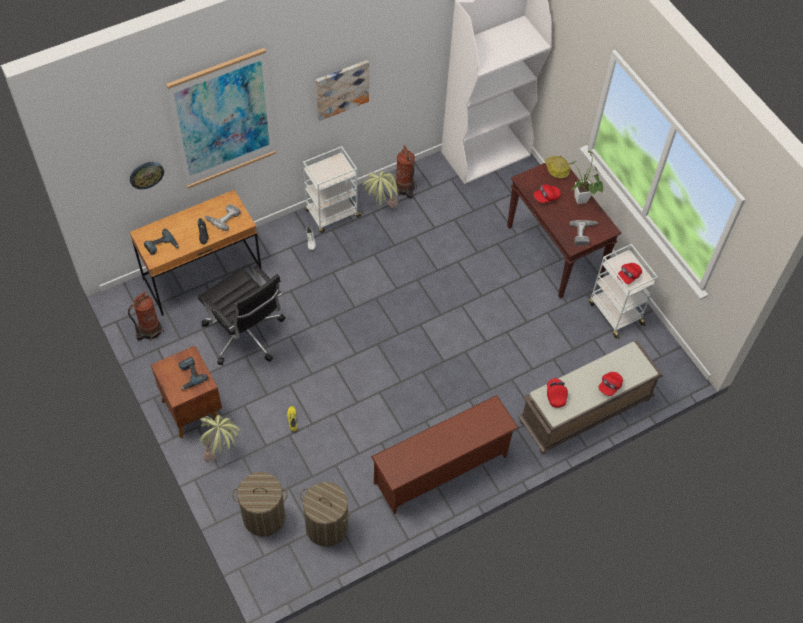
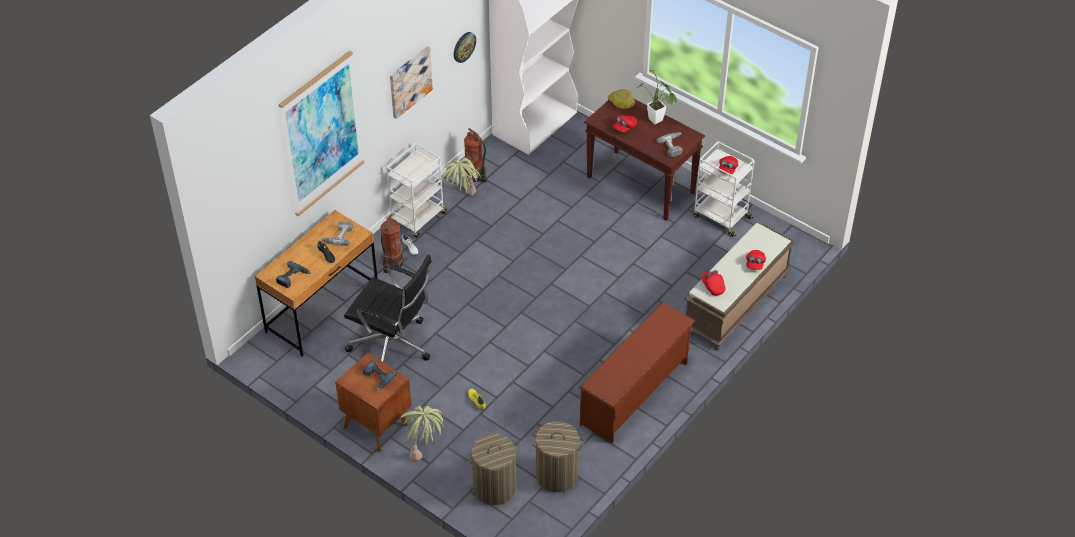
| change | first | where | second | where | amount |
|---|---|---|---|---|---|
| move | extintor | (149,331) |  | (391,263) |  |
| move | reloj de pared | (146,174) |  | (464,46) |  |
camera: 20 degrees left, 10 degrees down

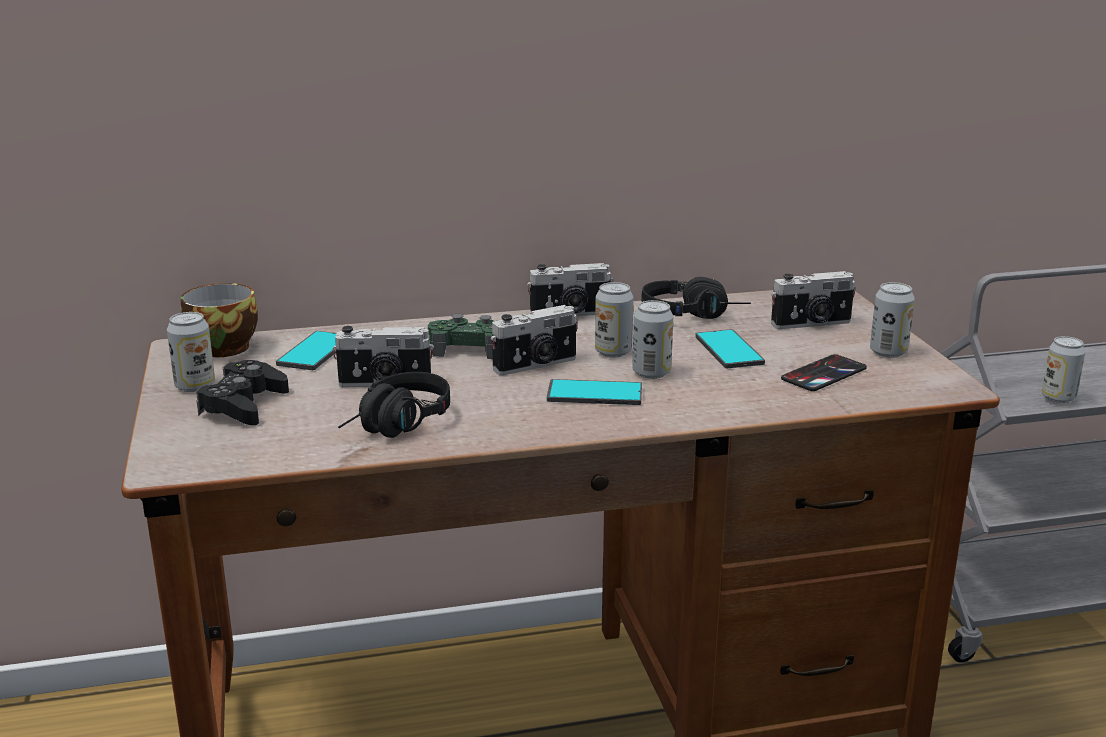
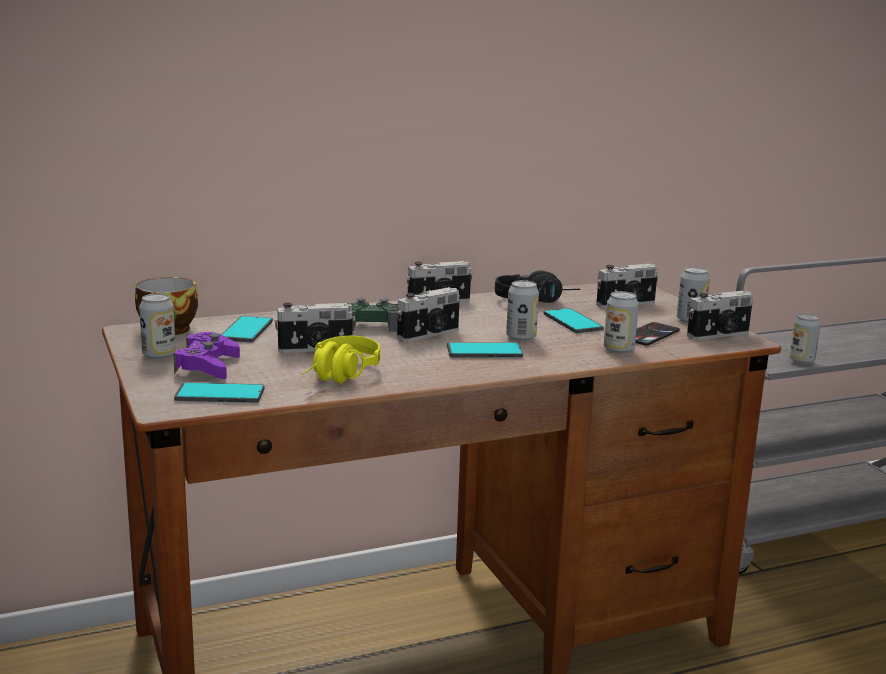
| change | first | where | second | where | amount |
|---|---|---|---|---|---|
| recolor | mando de consola/negro | (243,405) | mando de consola/morado | (207,366) |  |
| insert |  |  | móvil | (220,394) |  |
| recolor | auriculares/negro | (396,426) | auriculares/amarillo | (339,376) |  |
| move | lata | (613,352) |  | (618,349) |  |
| insert |  |  | cámara | (719,335) |  |
camera: 10 degrees left, 5 degrees down

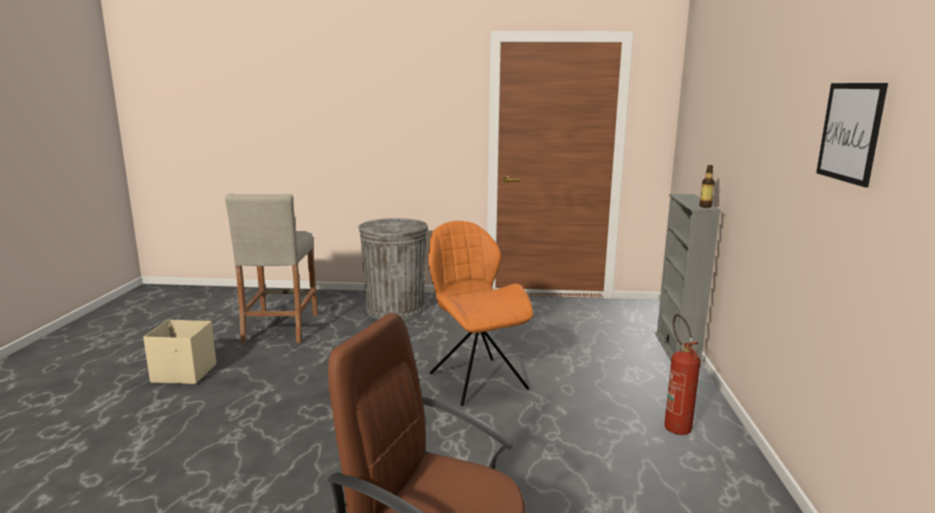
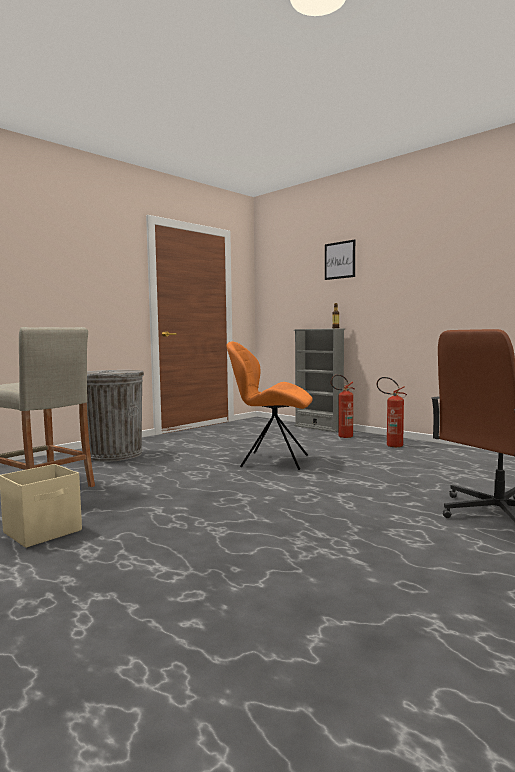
| change | first | where | second | where | amount |
|---|---|---|---|---|---|
| move | cuadro | (850,132) |  | (339,260) |  |
| insert |  |  | extintor | (342,437) |  |
camera: 50 degrees left, 10 degrees down

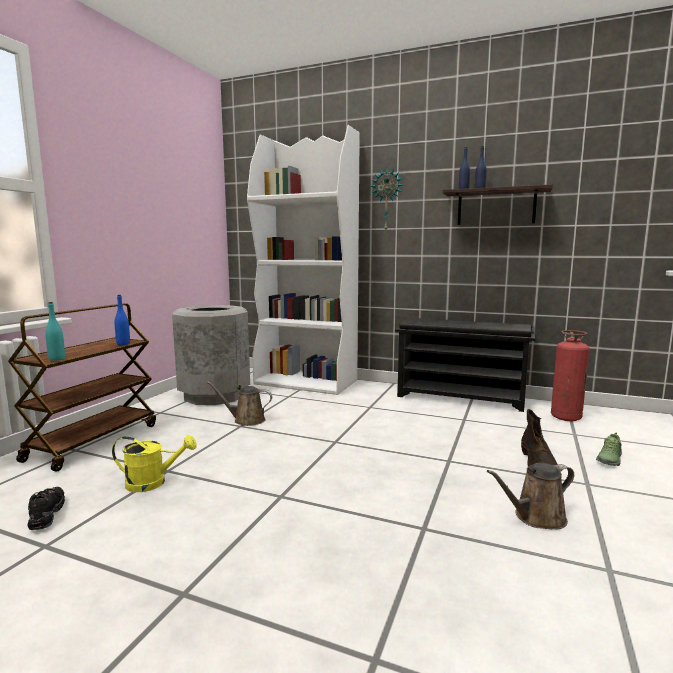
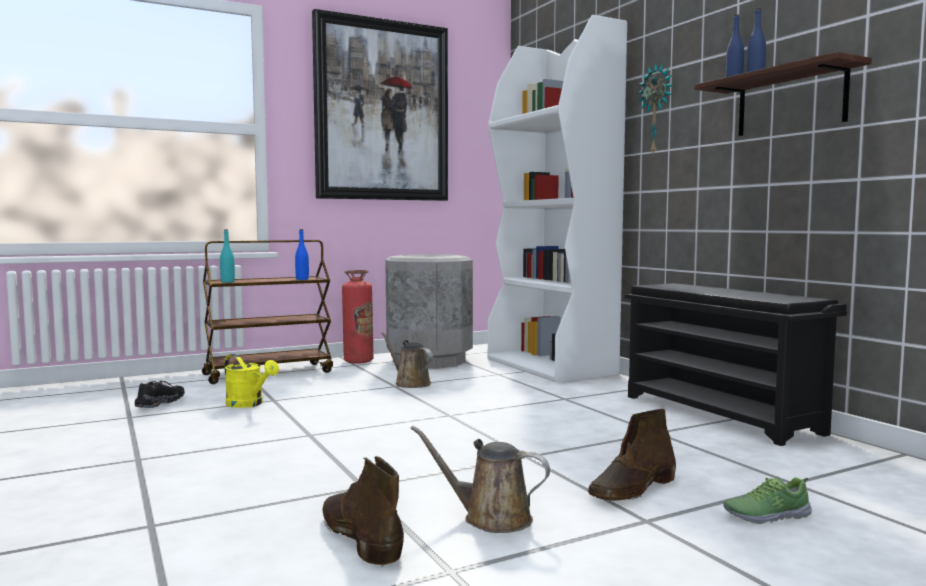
| change | first | where | second | where | amount |
|---|---|---|---|---|---|
| insert |  |  | cuadro | (382,111) |  |
| insert |  |  | bota/marrón | (359,536) |  |
| move | extintor | (565,417) |  | (358,361) |  |
camera: 40 degrees right, 5 degrees down

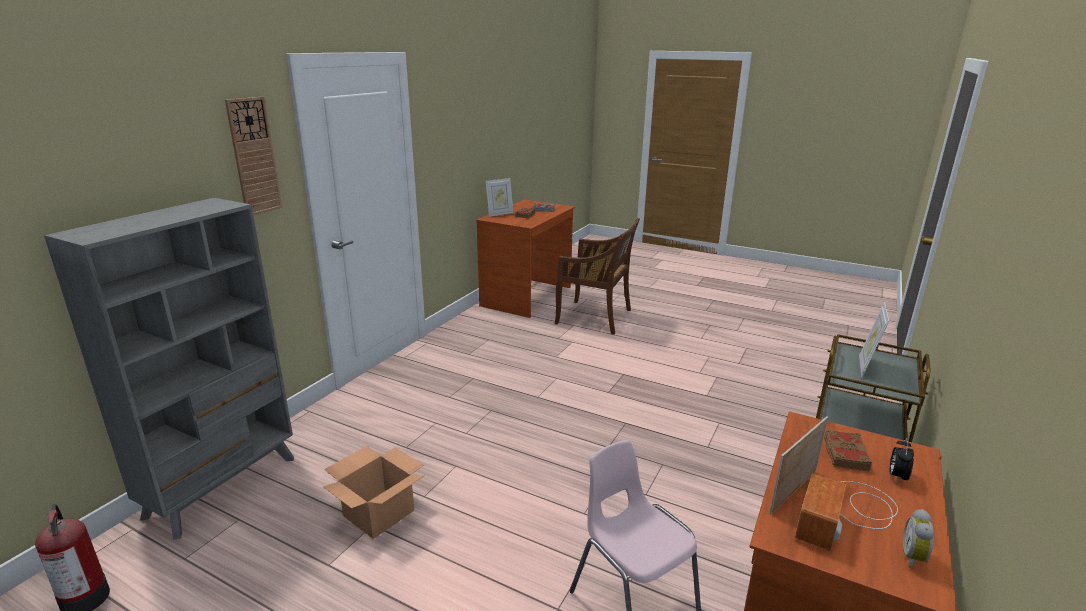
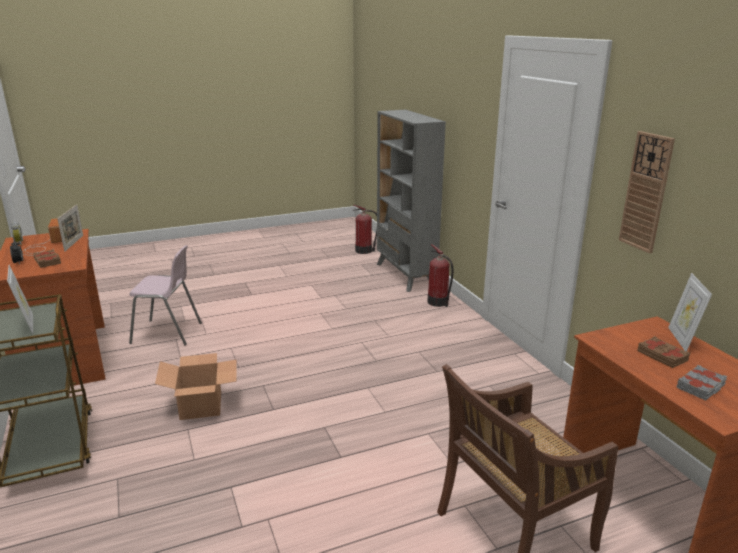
| change | first | where | second | where | amount |
|---|---|---|---|---|---|
| move | caja de cartón | (378,514) |  | (200,405) |  |
| insert |  |  | extintor | (438,302) |  |
| move | reloj de pared | (254,156) |  | (646,192) |  |
camera: 130 degrees right, 0 degrees up

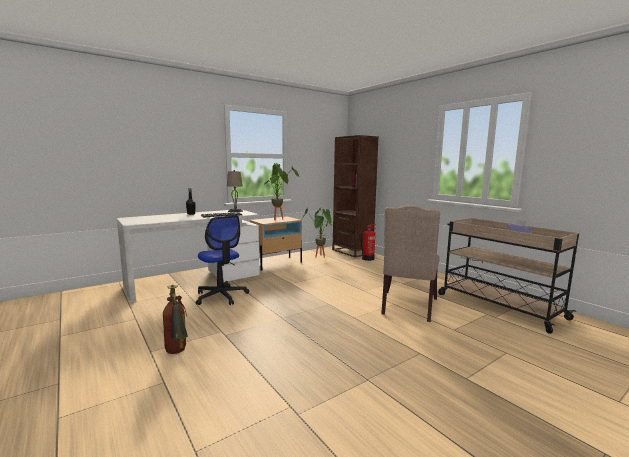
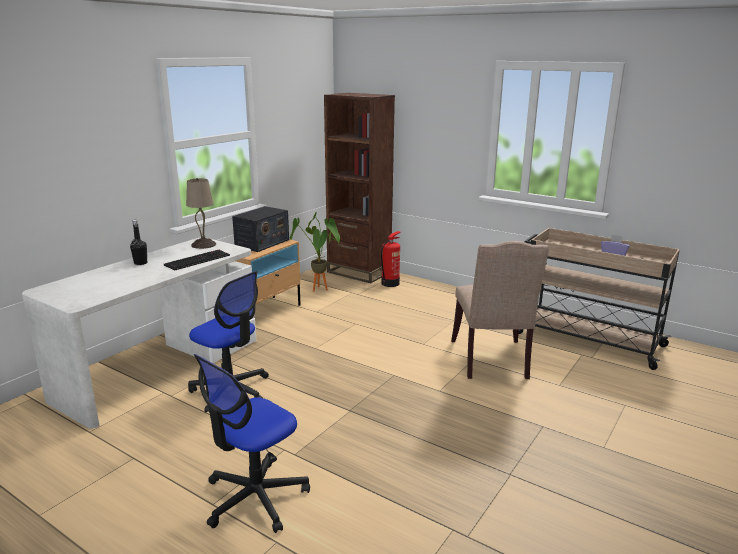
| change | first | where | second | where | amount |
|---|---|---|---|---|---|
| replace | extintor | (177,353) | silla de oficina | (255,498) |  |
| replace | planta en maceta | (279,219) | radio | (262,243) |  |
camera: 20 degrees left, 10 degrees up

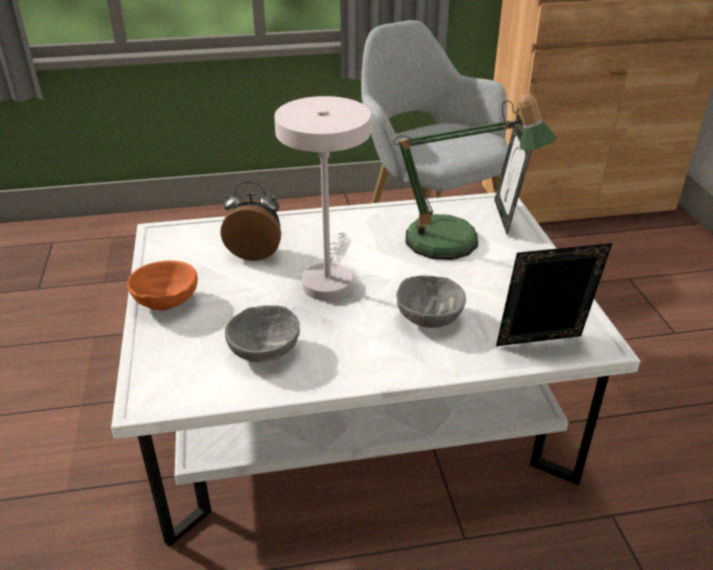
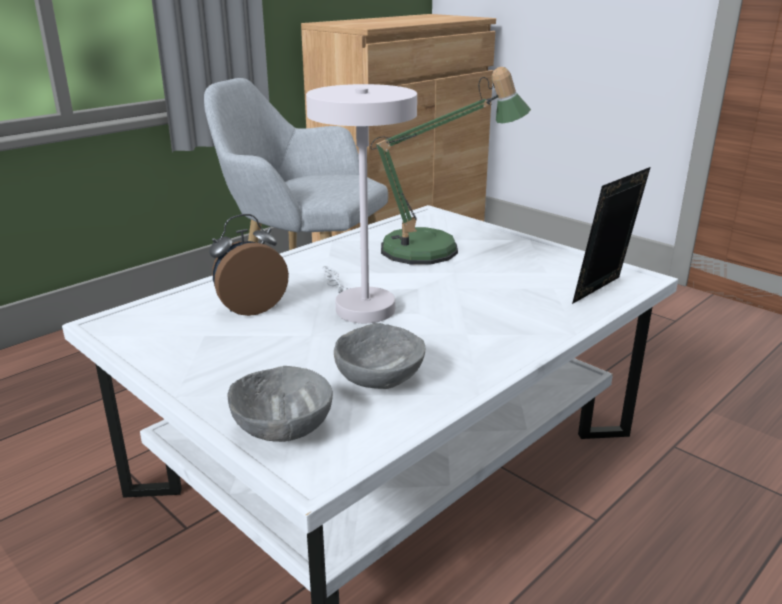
| change | first | where | second | where | amount |
|---|---|---|---|---|---|
| move | cuenco/gris | (428,317) |  | (282,428) |  |
| delete | cuenco/naranja | (166,301) |  |  |  |
| delete | portarretratos | (506,217) |  |  |  |
camera: 35 degrees left, 10 degrees down

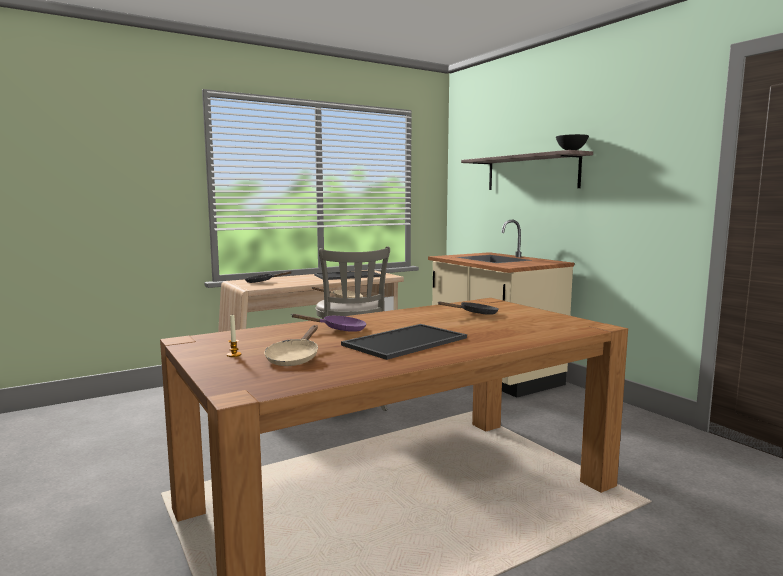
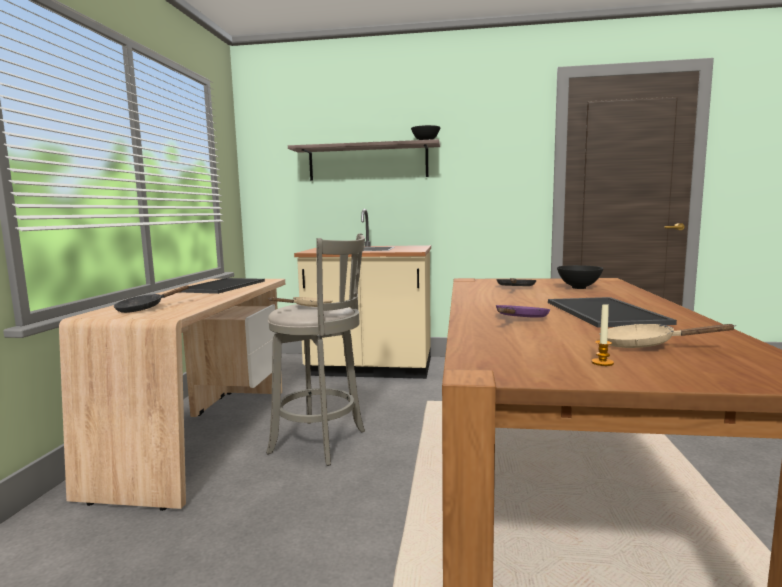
| change | first | where | second | where | amount |
|---|---|---|---|---|---|
| insert |  |  | cuenco/negro | (579,288) |  |
| rotate | sartén/beis | (294,358) |  | (644,345) | 150 degrees clockwise |
camera: 50 degrees left, 0 degrees up

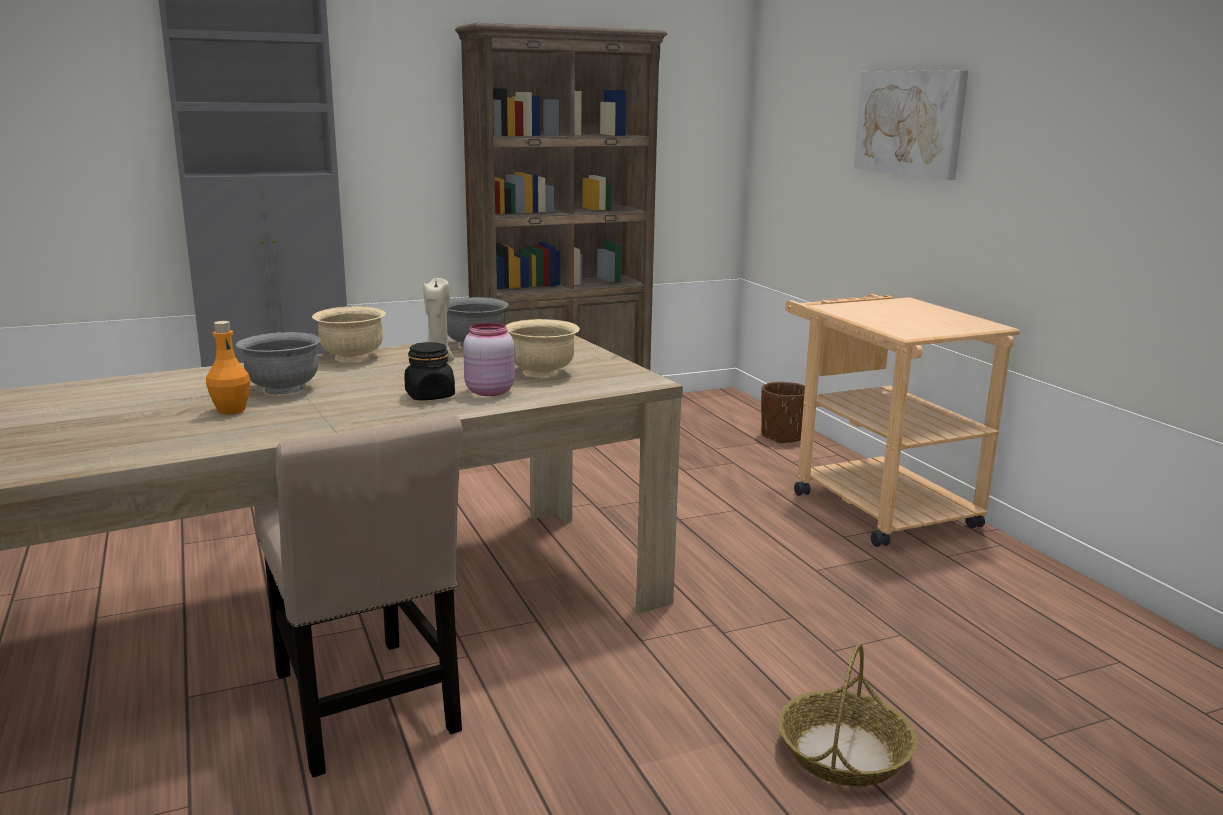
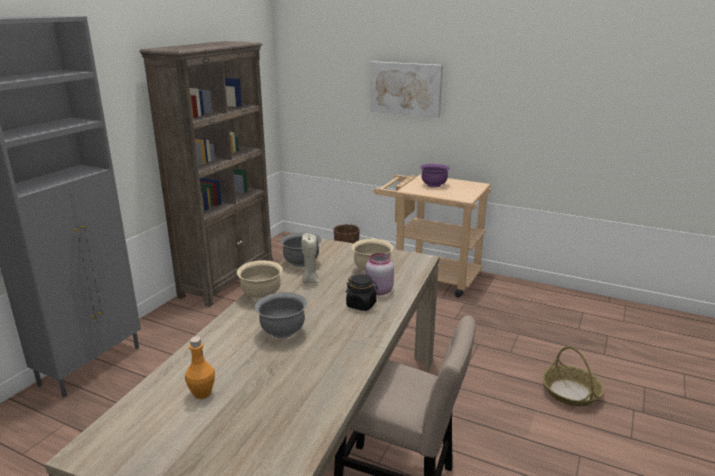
| change | first | where | second | where | amount |
|---|---|---|---|---|---|
| move | botella/naranja | (231,410) |  | (202,393) |  |
| insert |  |  | cuenco/morado | (434,185) |  |
camera: 40 degrees left, 5 degrees up

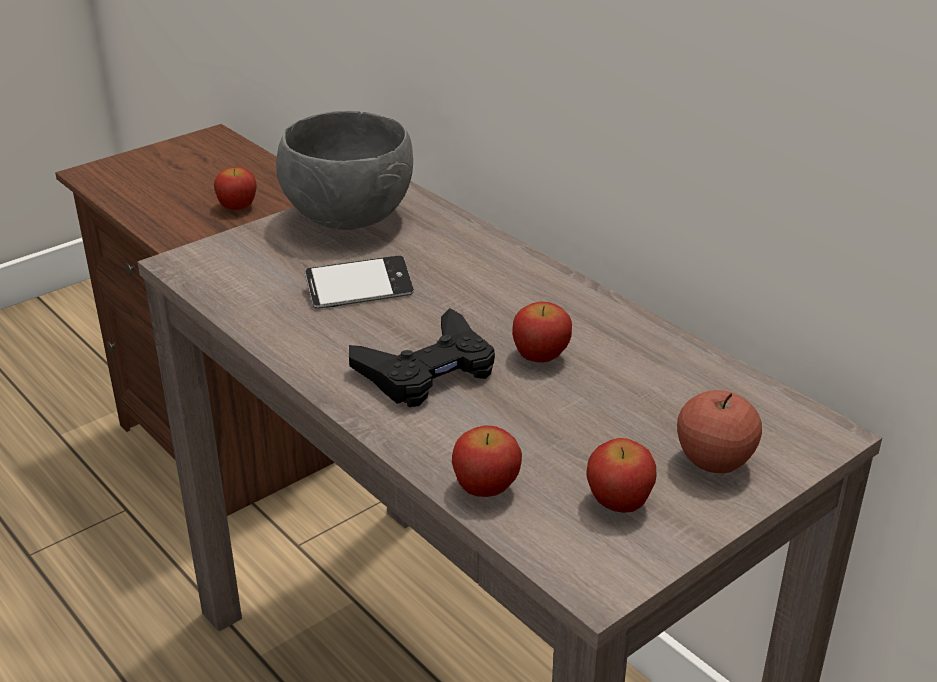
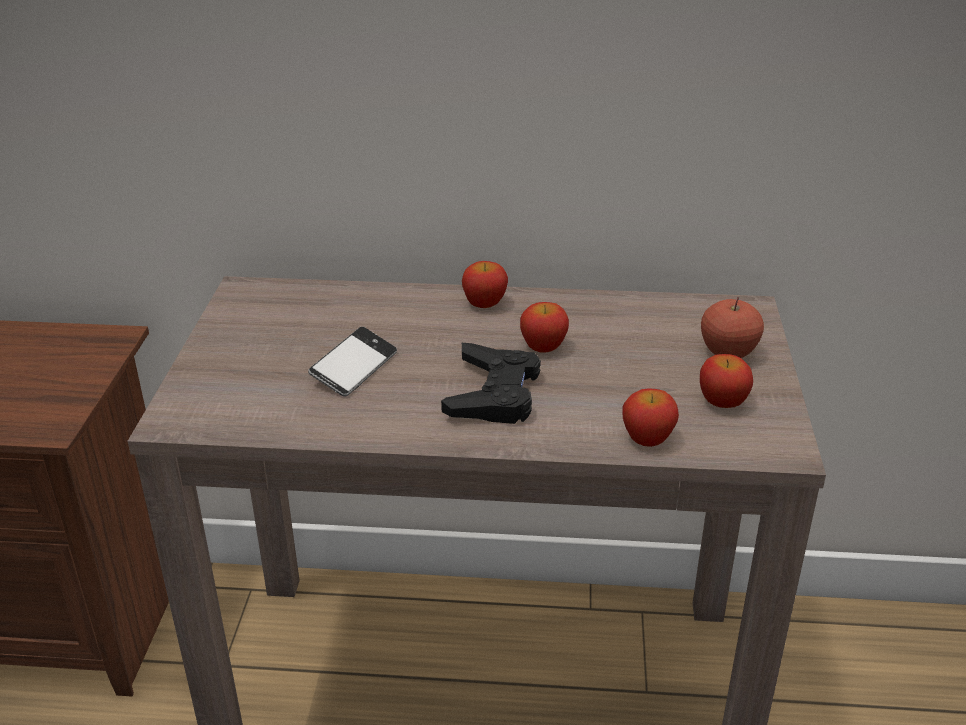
| change | first | where | second | where | amount |
|---|---|---|---|---|---|
| move | manzana | (238,206) |  | (484,303) |  |
| delete | cuenco/gris | (347,218) |  |  |  |
camera: 45 degrees left, 0 degrees up

